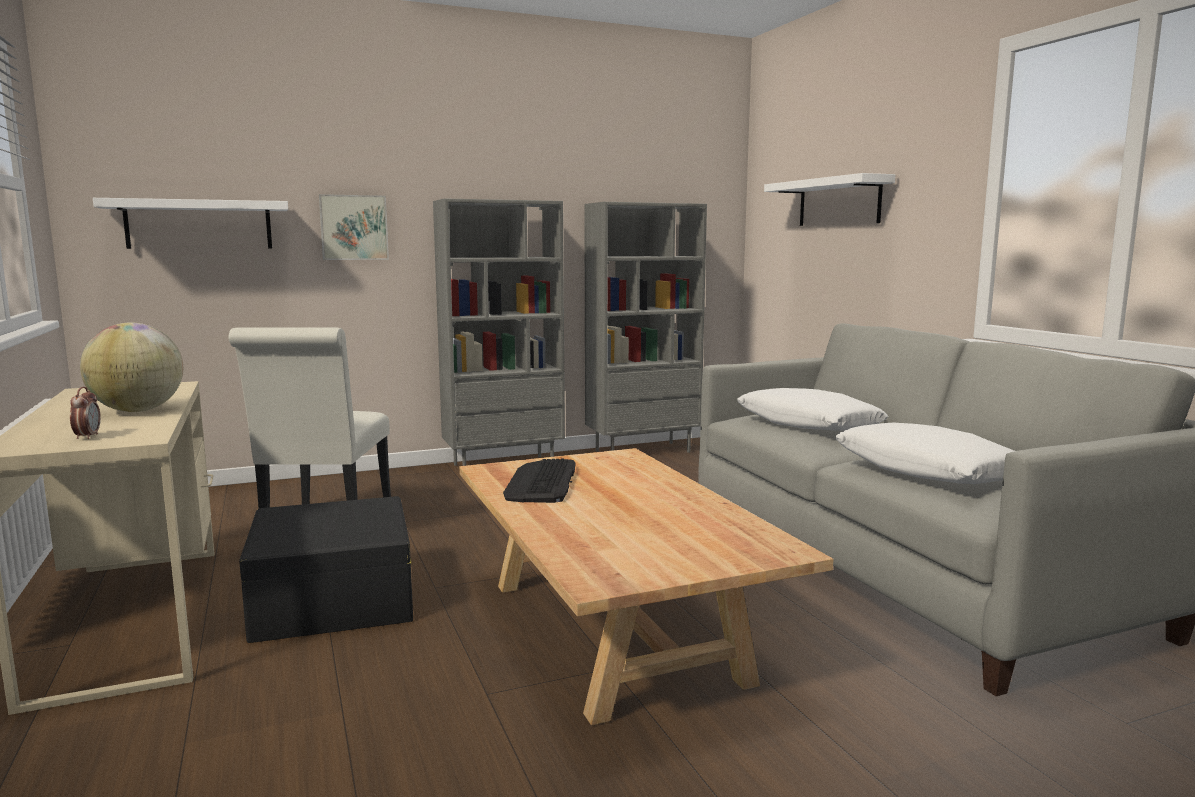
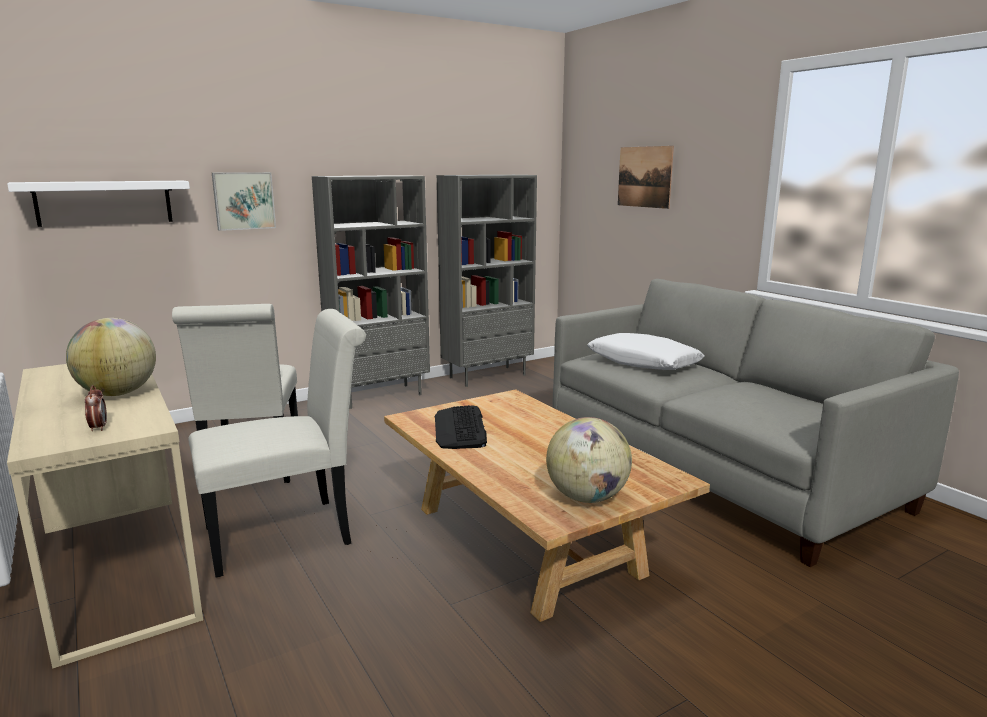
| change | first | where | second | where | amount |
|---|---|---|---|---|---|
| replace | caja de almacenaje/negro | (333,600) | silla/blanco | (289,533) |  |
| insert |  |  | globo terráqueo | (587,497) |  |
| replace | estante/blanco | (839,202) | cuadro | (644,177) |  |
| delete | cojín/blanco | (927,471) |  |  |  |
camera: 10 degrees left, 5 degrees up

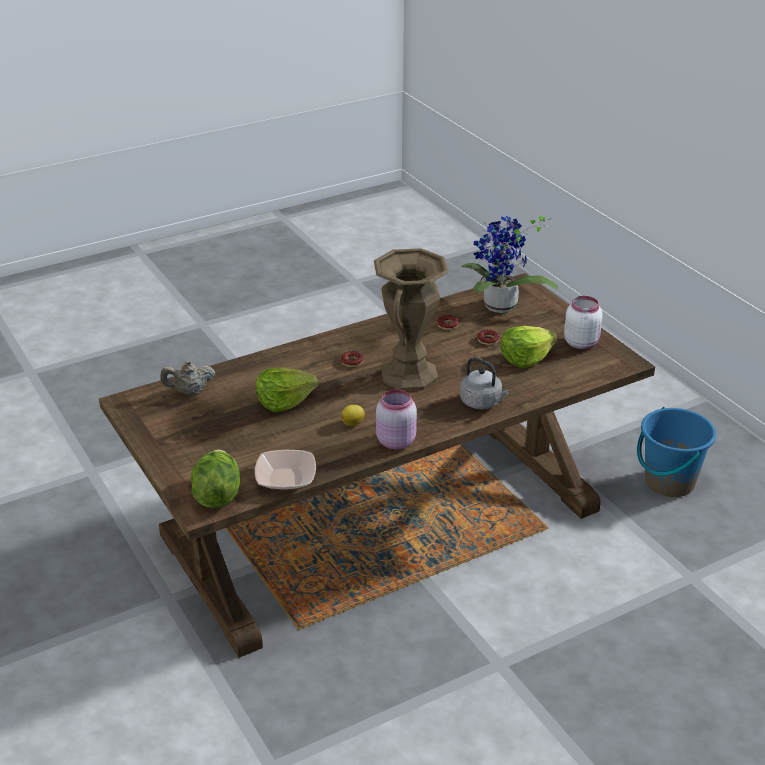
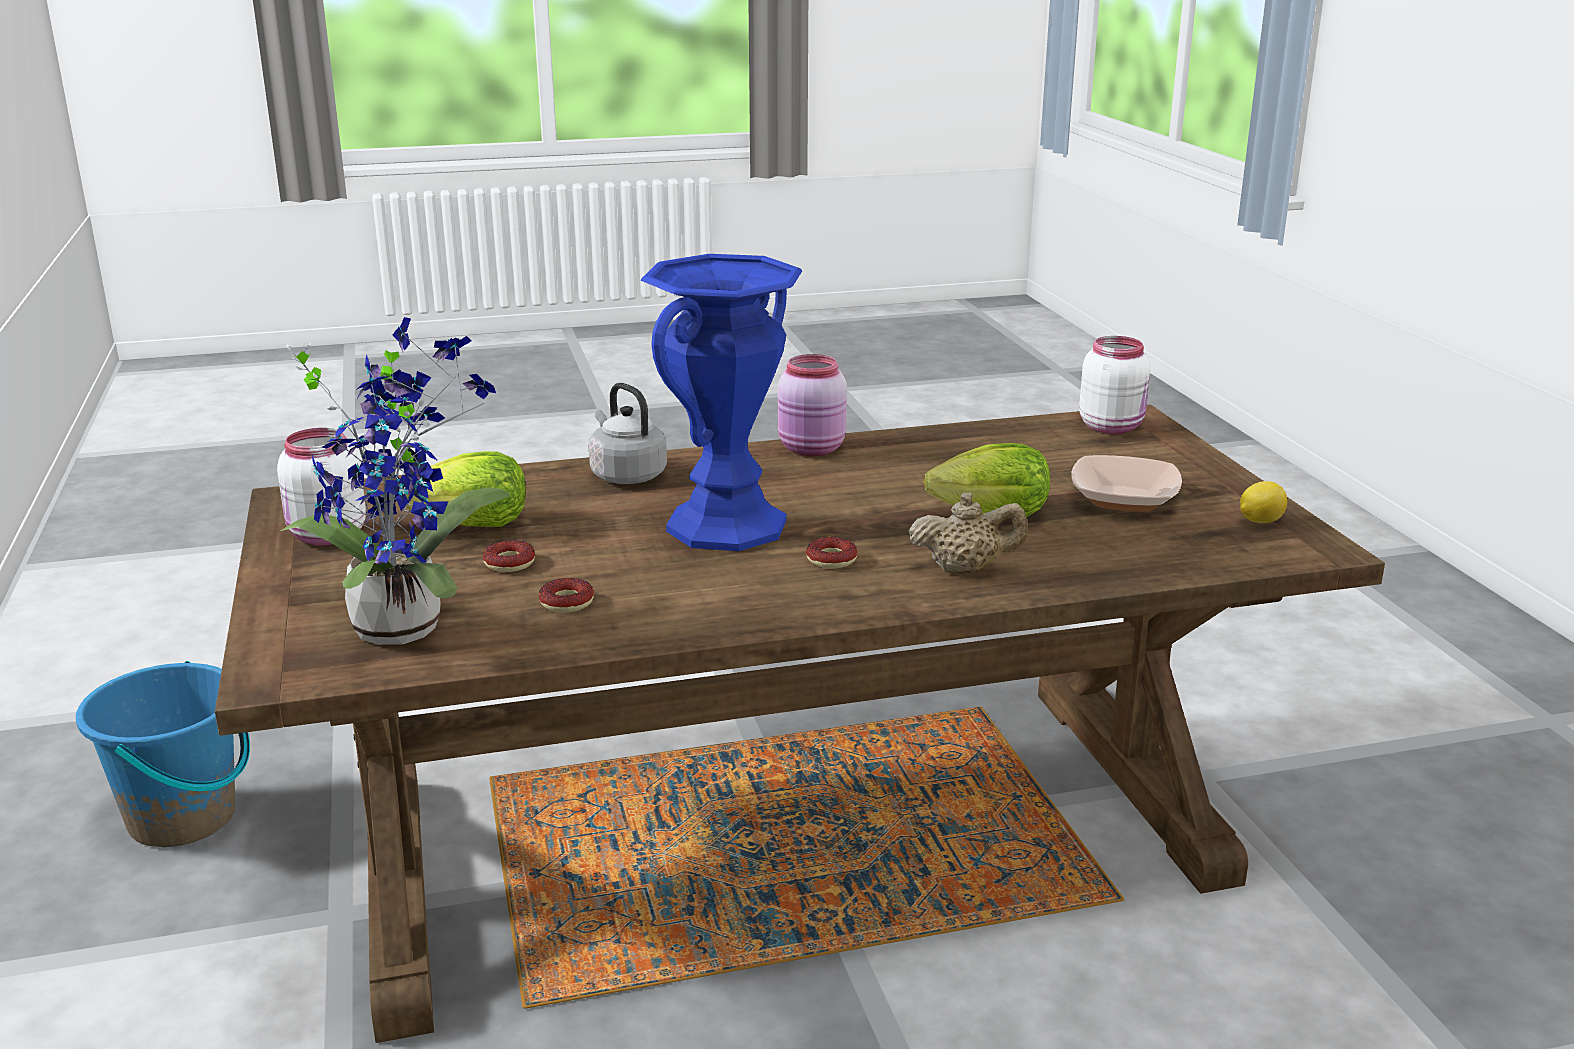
| change | first | where | second | where | amount |
|---|---|---|---|---|---|
| recolor | florero/marrón | (409,375) | florero/azul | (726,525) |  |
| move | tetera/beis | (189,392) |  | (965,569) |  |
| move | cuenco | (286,479) |  | (1124,499) |  |
| replace | lechuga | (217,495) | tarro/blanco | (1112,426) |  |
| move | limón | (353,423) |  | (1259,521) |  |
camera: 165 degrees left, 10 degrees down

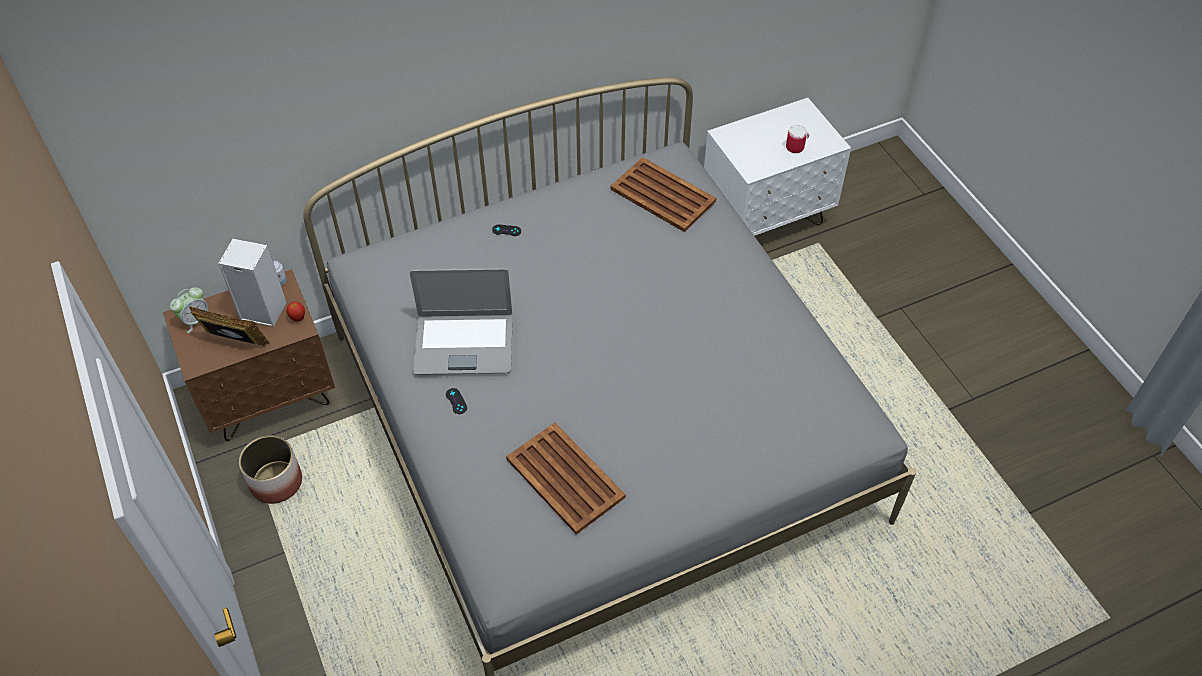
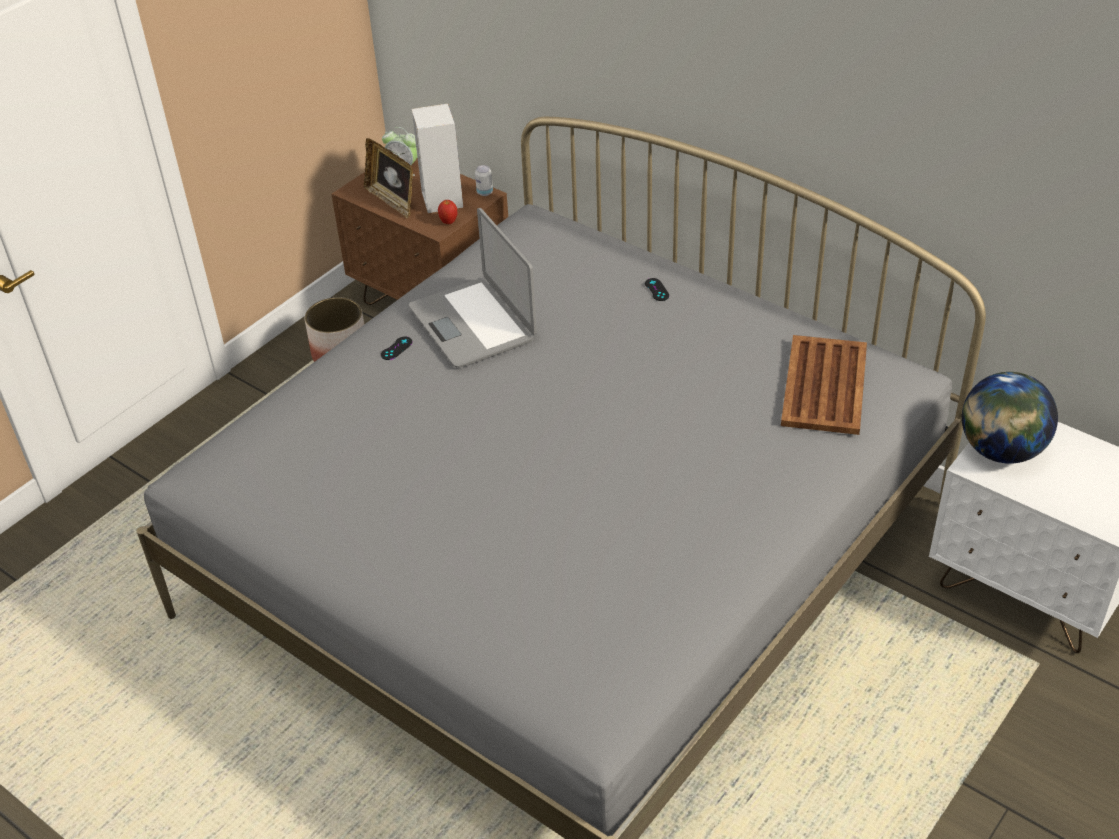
| change | first | where | second | where | amount |
|---|---|---|---|---|---|
| rotate | portarretratos | (235,343) |  | (392,201) | 150 degrees clockwise |
| insert |  |  | globo terráqueo | (1000,450) |  |
| delete | bandeja/marrón | (565,479) |  |  |  |
| delete | taza grande | (795,145) |  |  |  |
camera: 65 degrees right, 10 degrees down

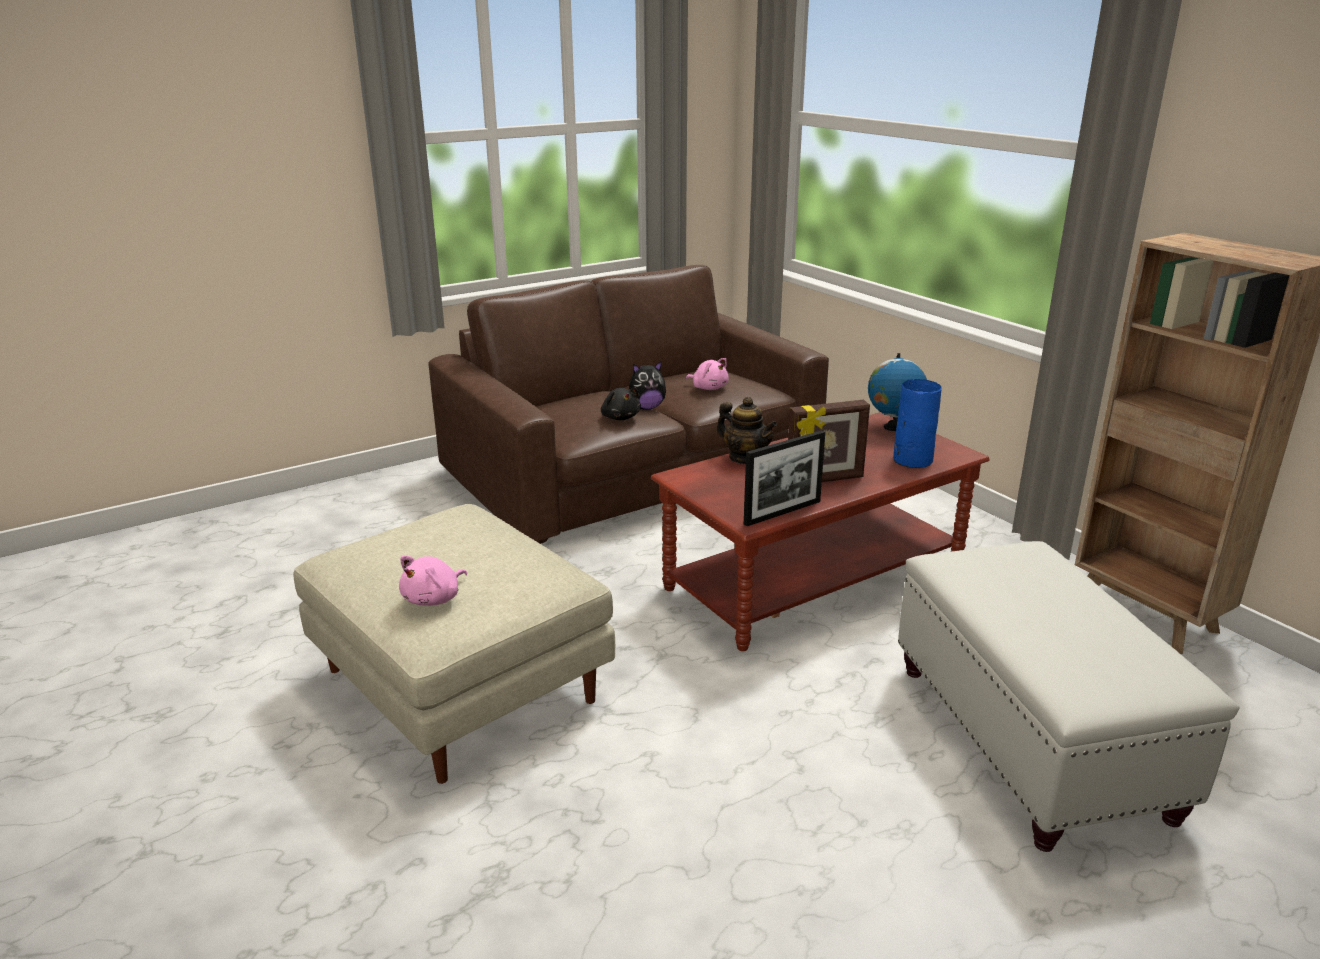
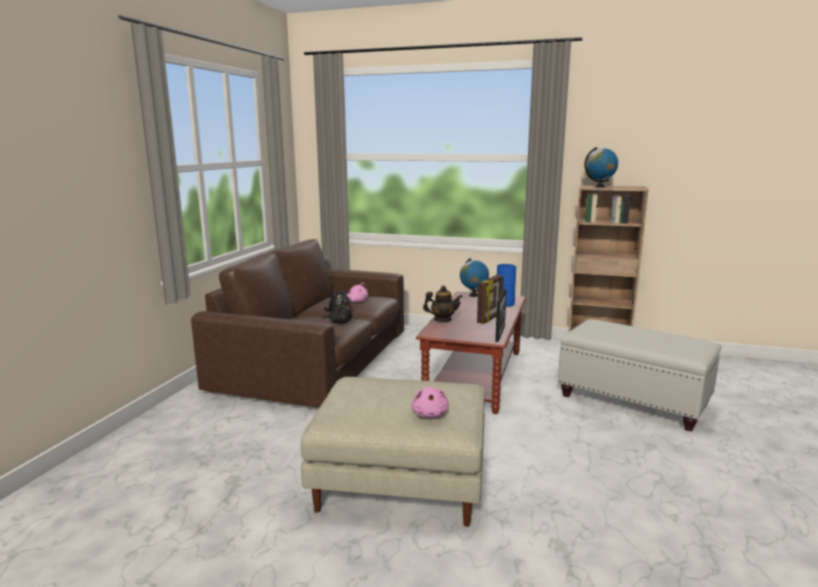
| change | first | where | second | where | amount |
|---|---|---|---|---|---|
| insert |  |  | globo terráqueo | (599,187) |  |
camera: 40 degrees left, 10 degrees down

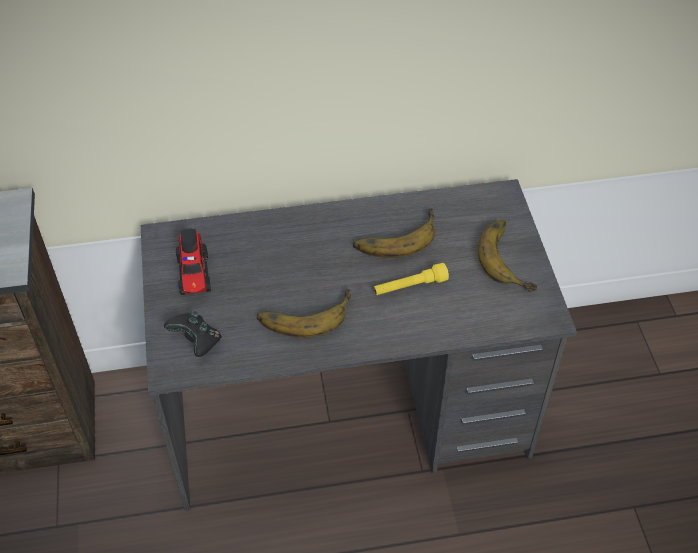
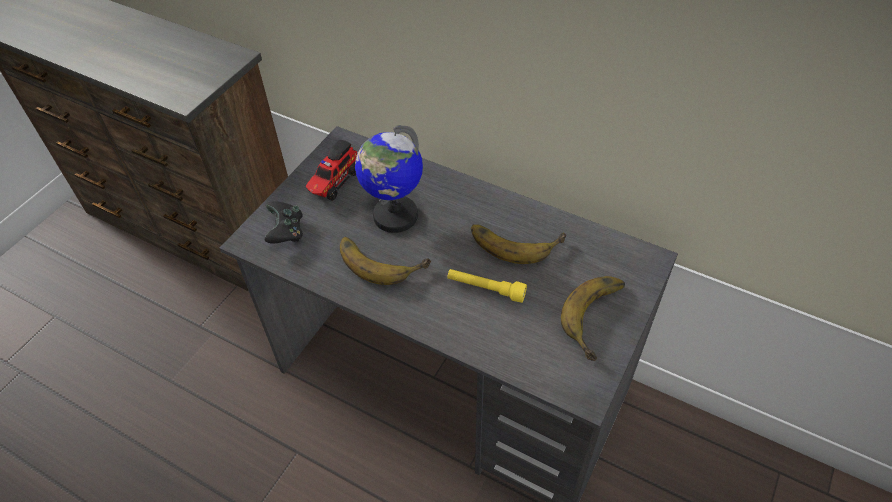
| change | first | where | second | where | amount |
|---|---|---|---|---|---|
| insert |  |  | globo terráqueo | (394,216) |  |
camera: 40 degrees right, 0 degrees up

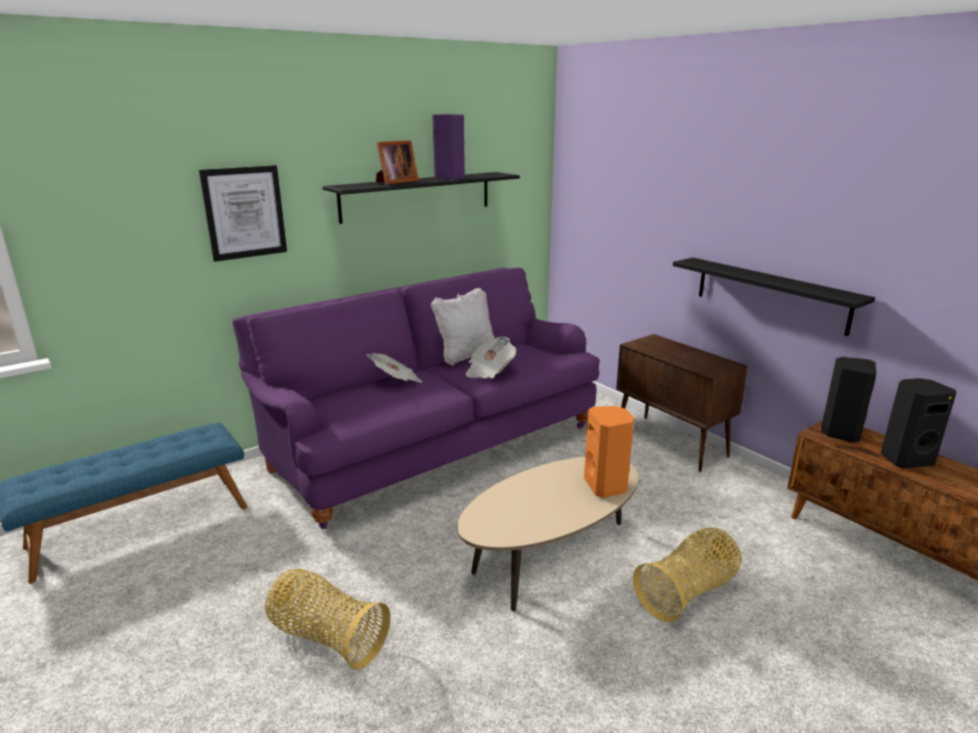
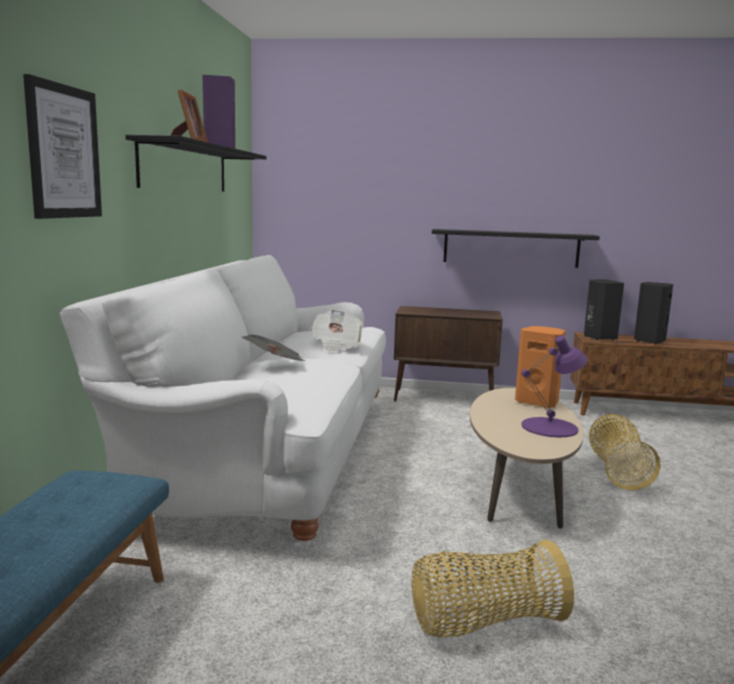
| change | first | where | second | where | amount |
|---|---|---|---|---|---|
| recolor | sofá/morado | (432,446) | sofá/blanco | (268,455) |  |
| insert |  |  | lámpara de mesa/morado | (550,427) |  |
| delete | cojín/blanco | (465,356) |  |  |  |
camera: 45 degrees left, 10 degrees down

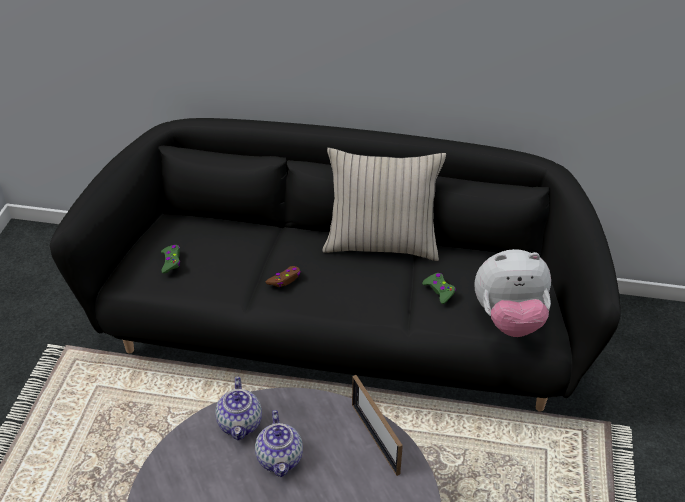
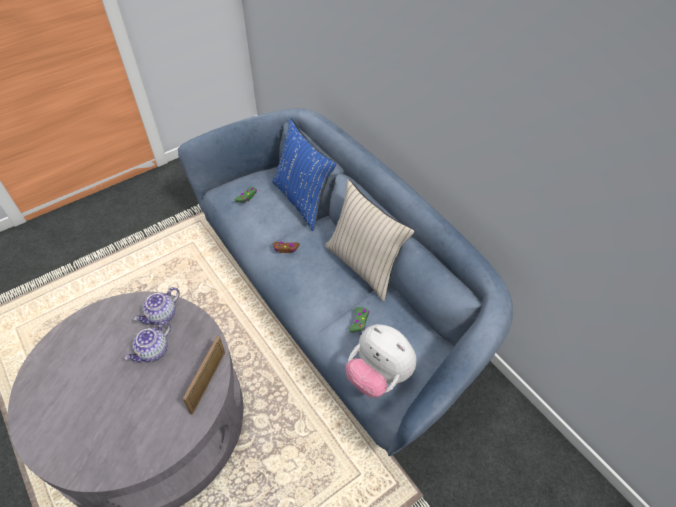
| change | first | where | second | where | amount |
|---|---|---|---|---|---|
| recolor | sofá/negro | (341,331) | sofá/azul | (336,302) |  |
| insert |  |  | cojín/azul | (303,200) |  |
camera: 45 degrees right, 10 degrees up

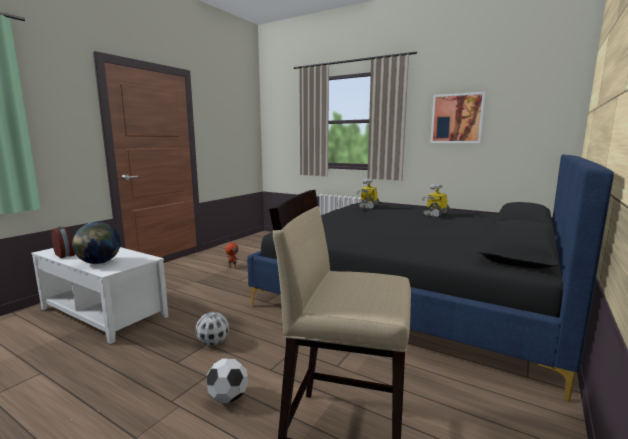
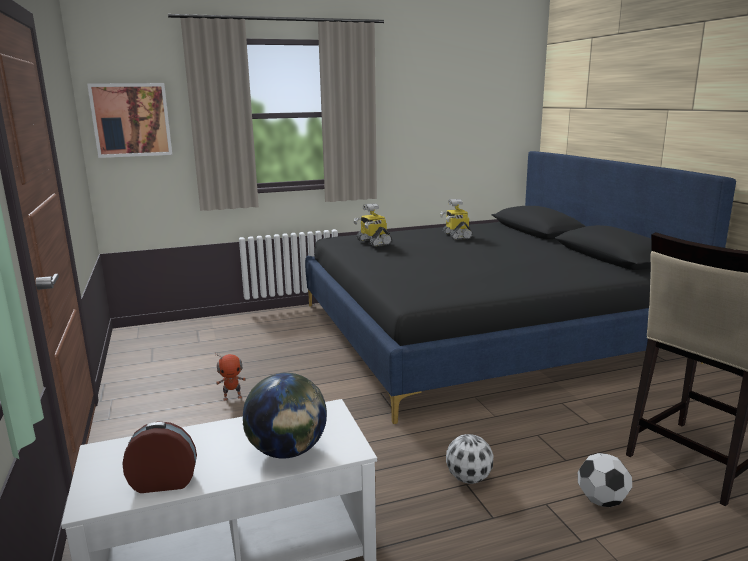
| change | first | where | second | where | amount |
|---|---|---|---|---|---|
| move | cuadro | (457,118) |  | (131,120) |  |
camera: 50 degrees left, 5 degrees up

